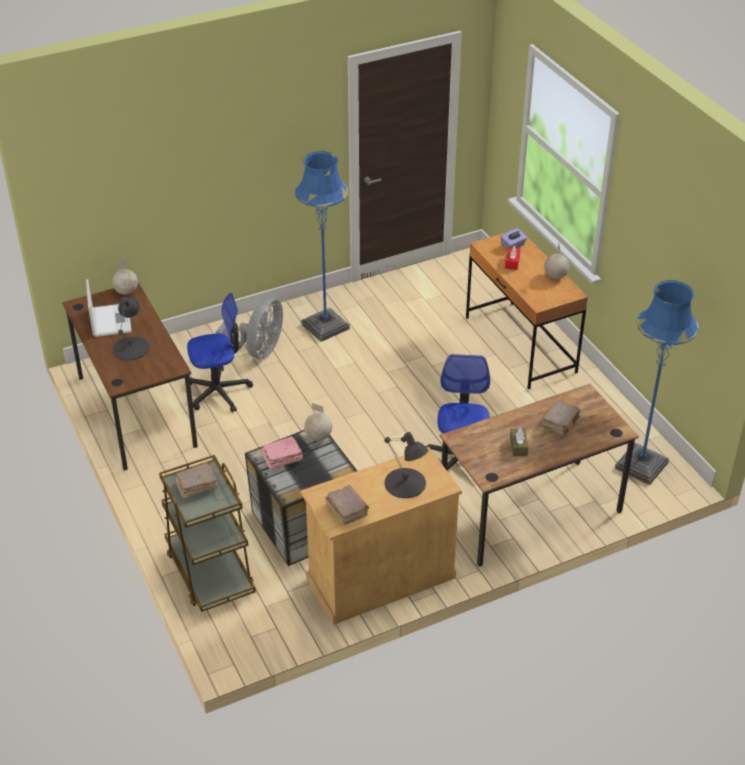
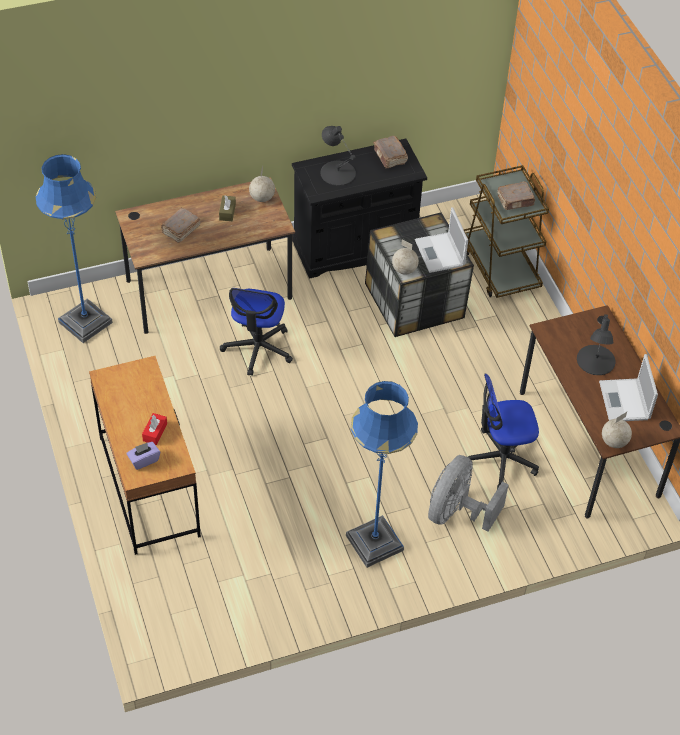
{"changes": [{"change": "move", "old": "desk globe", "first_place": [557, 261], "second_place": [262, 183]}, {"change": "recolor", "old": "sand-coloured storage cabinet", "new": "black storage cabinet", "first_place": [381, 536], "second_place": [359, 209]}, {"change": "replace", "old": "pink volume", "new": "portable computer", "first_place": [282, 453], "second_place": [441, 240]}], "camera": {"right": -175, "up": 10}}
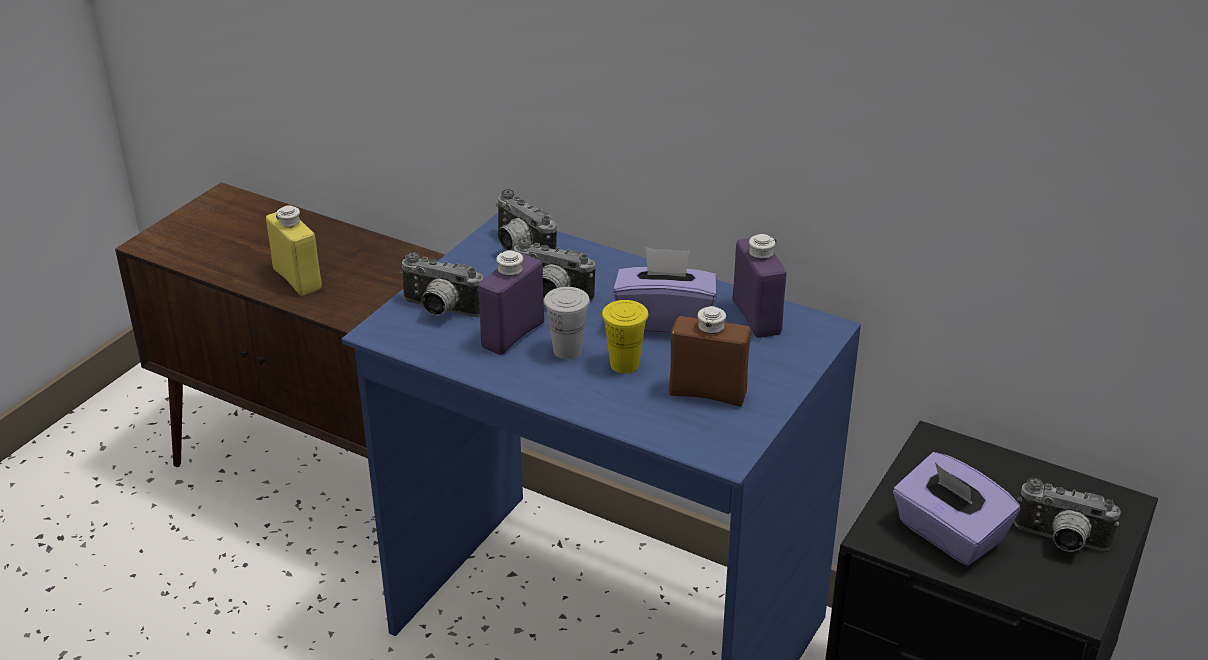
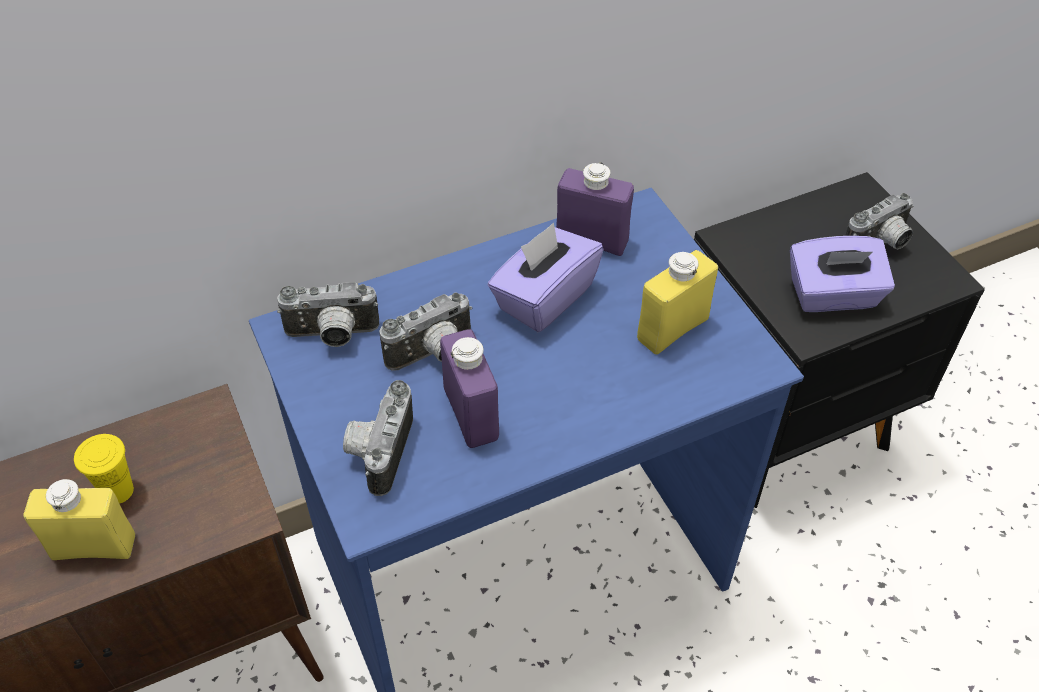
{"changes": [{"change": "move", "old": "yellow small cup", "first_place": [625, 336], "second_place": [104, 469]}, {"change": "rotate", "old": "still camera", "first_place": [441, 284], "second_place": [378, 438], "degrees": 135}, {"change": "recolor", "old": "brownish bottle", "new": "yellow bottle", "first_place": [710, 356], "second_place": [677, 302]}, {"change": "delete", "old": "white small cup", "first_place": [567, 323]}], "camera": {"right": -55, "up": 15}}
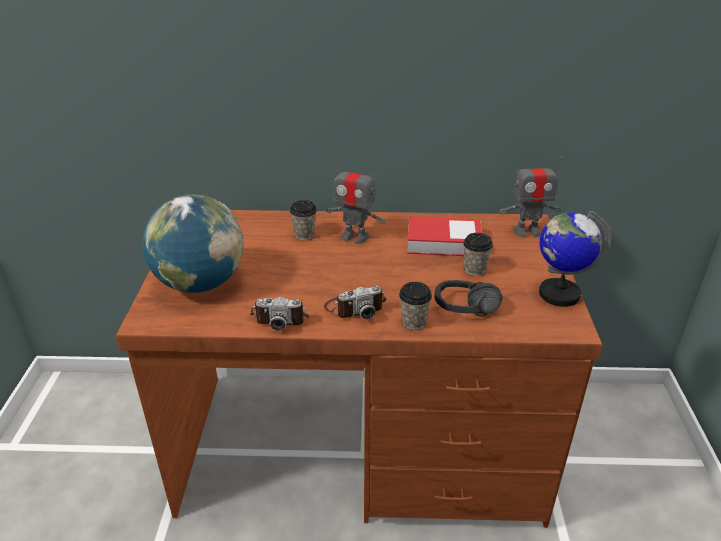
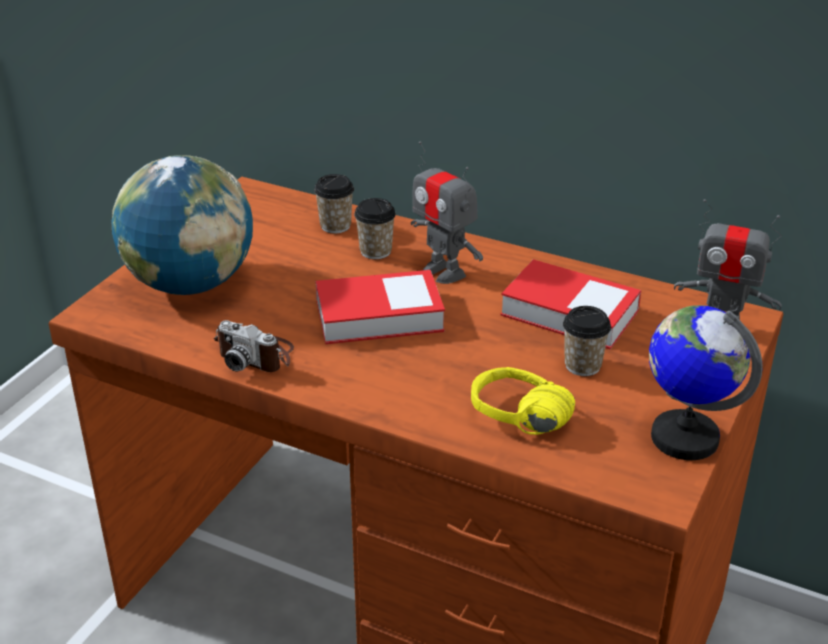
{"changes": [{"change": "move", "old": "small cup", "first_place": [415, 306], "second_place": [334, 204]}, {"change": "insert", "new": "volume", "second_place": [380, 307]}, {"change": "recolor", "old": "black headphones", "new": "yellow headphones", "first_place": [468, 298], "second_place": [523, 401]}, {"change": "delete", "old": "still camera", "first_place": [355, 302]}], "camera": {"right": 25, "up": 0}}
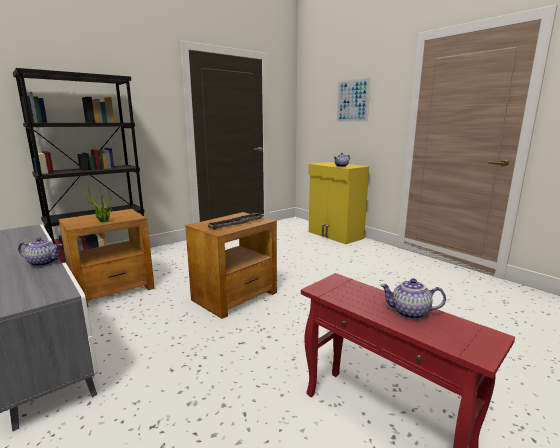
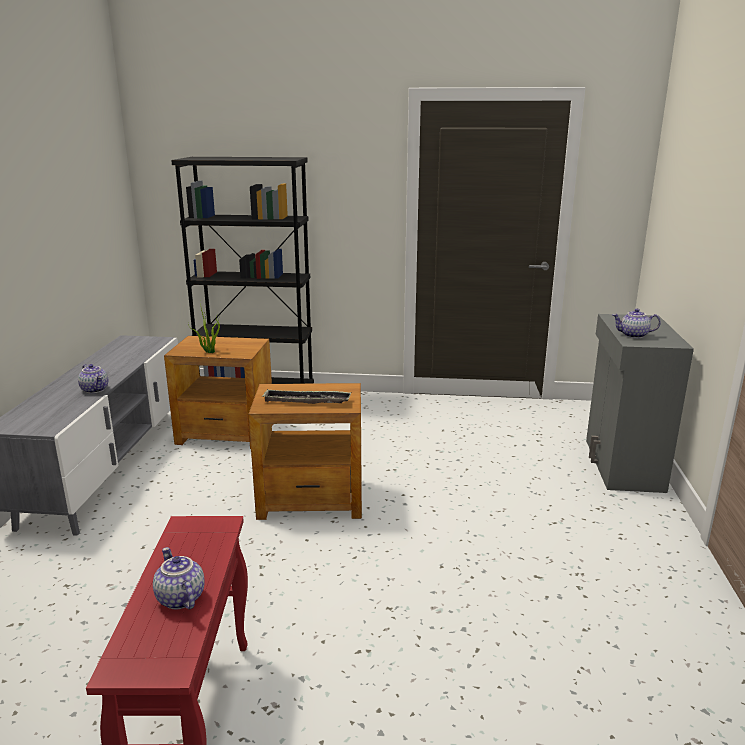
{"changes": [{"change": "recolor", "old": "yellow storage cabinet", "new": "greyish storage cabinet", "first_place": [338, 203], "second_place": [640, 403]}, {"change": "delete", "old": "wall art", "first_place": [353, 100]}], "camera": {"right": 45, "up": 5}}
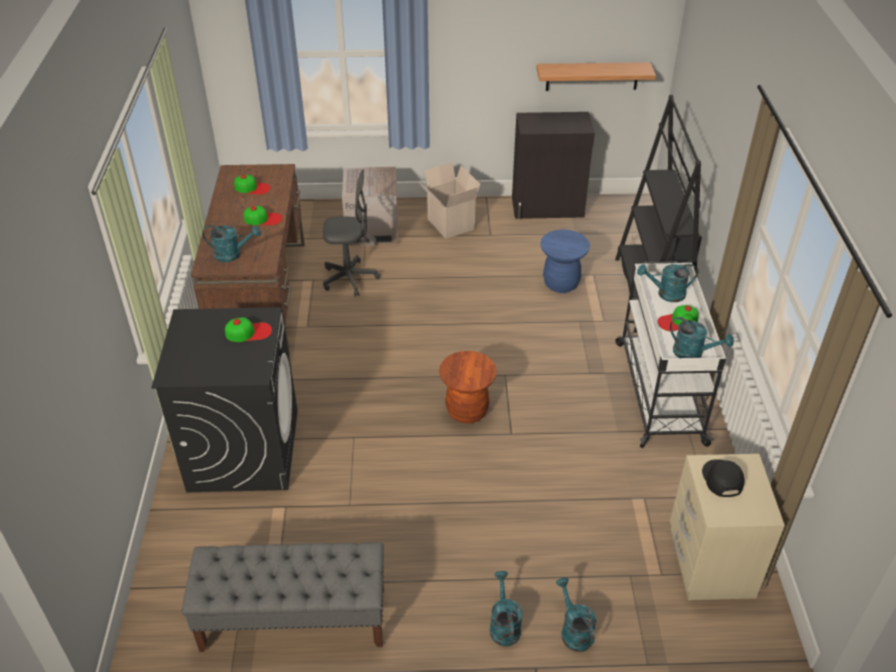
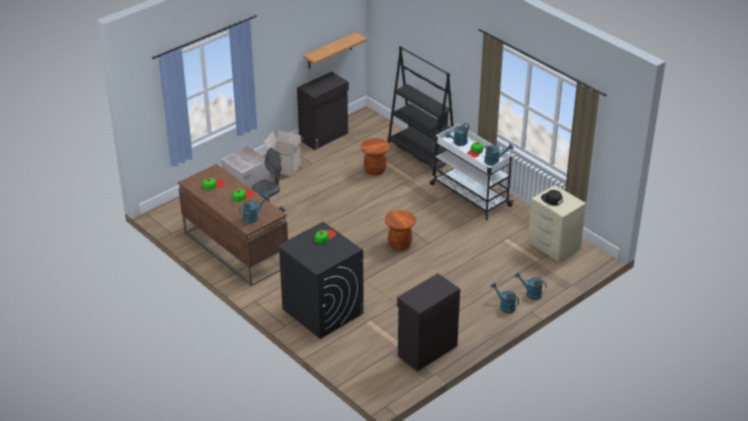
{"changes": [{"change": "recolor", "old": "blue-coloured stool", "new": "brownish stool", "first_place": [565, 261], "second_place": [375, 157]}, {"change": "replace", "old": "greyish indoor bench", "new": "black storage cabinet", "first_place": [282, 597], "second_place": [428, 322]}], "camera": {"right": -40, "up": -5}}
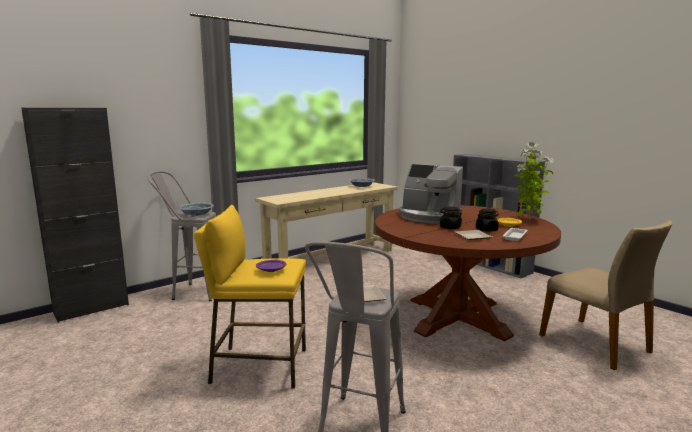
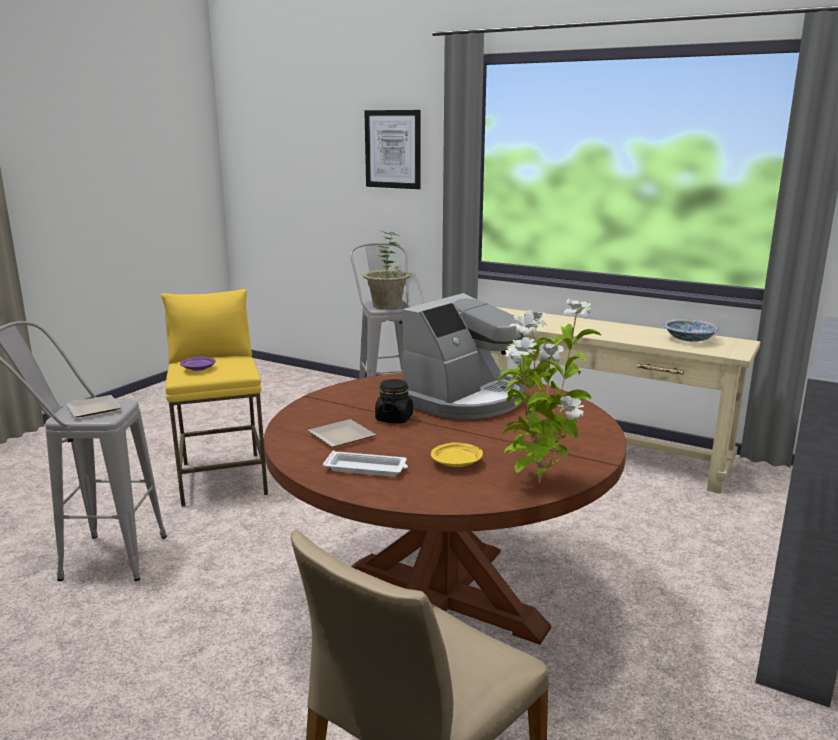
{"changes": [{"change": "replace", "old": "bowl", "new": "houseplant", "first_place": [196, 209], "second_place": [386, 270]}, {"change": "insert", "new": "wall art", "second_place": [392, 149]}, {"change": "rotate", "old": "coffee machine", "first_place": [431, 194], "second_place": [463, 356], "degrees": -150}, {"change": "delete", "old": "black storage cabinet", "first_place": [75, 215]}, {"change": "delete", "old": "black jar", "first_place": [487, 220]}], "camera": {"right": 70, "up": 5}}
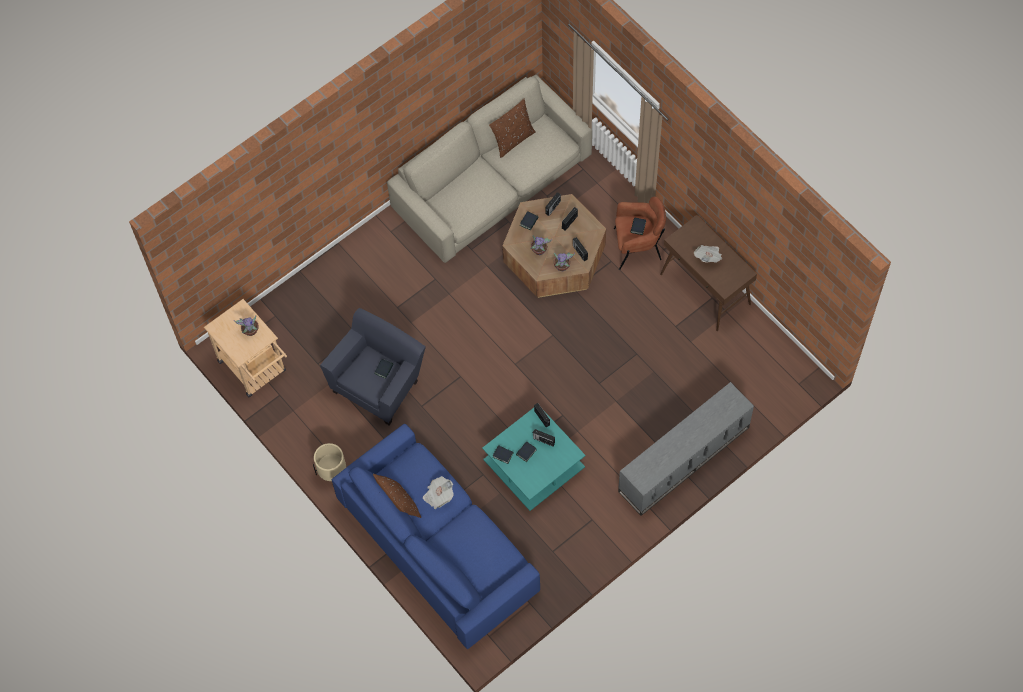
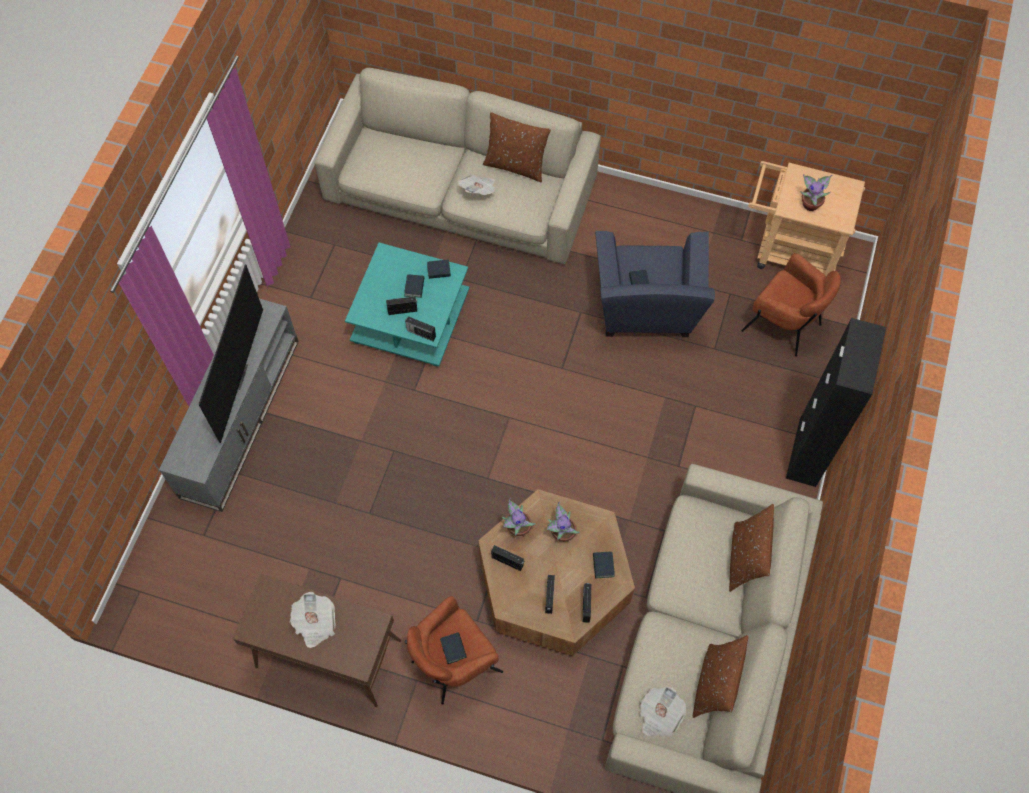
{"changes": [{"change": "insert", "new": "TV set", "second_place": [230, 353]}, {"change": "recolor", "old": "blue-coloured settee", "new": "sand-coloured settee", "first_place": [436, 536], "second_place": [457, 166]}, {"change": "insert", "new": "printed paper", "second_place": [663, 712]}, {"change": "insert", "new": "brownish pillow", "second_place": [751, 548]}, {"change": "insert", "new": "brownish armchair", "second_place": [791, 305]}, {"change": "insert", "new": "black storage cabinet", "second_place": [836, 402]}, {"change": "delete", "old": "sand-coloured plant pot", "first_place": [329, 462]}], "camera": {"right": 145, "up": 0}}
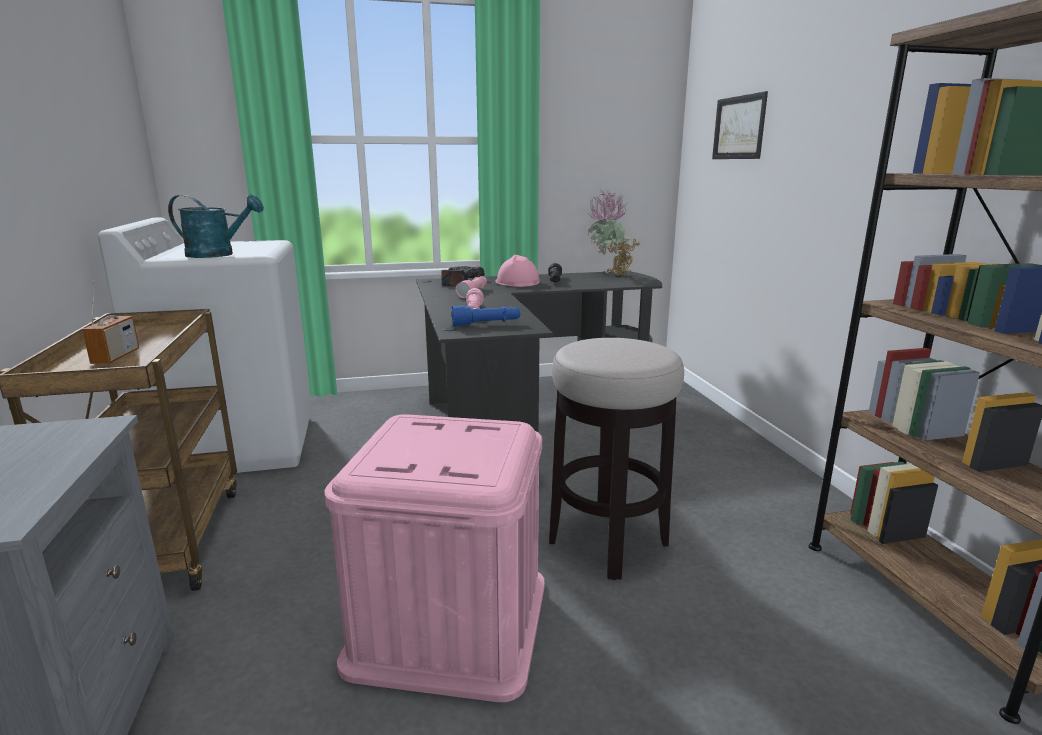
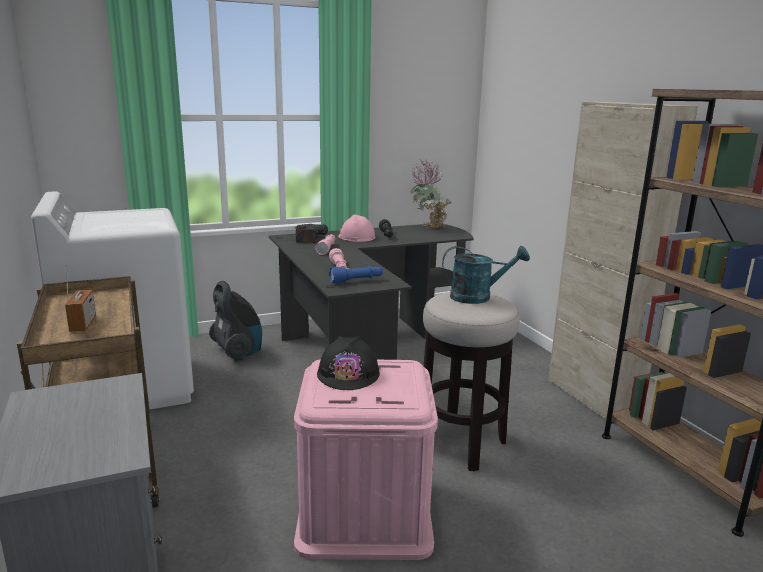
{"changes": [{"change": "insert", "new": "vacuum cleaner", "second_place": [235, 321]}, {"change": "insert", "new": "black work helmet", "second_place": [348, 363]}, {"change": "move", "old": "turquoise-coloured watering can", "first_place": [216, 226], "second_place": [486, 275]}, {"change": "insert", "new": "sand-coloured storage cabinet", "second_place": [623, 261]}, {"change": "delete", "old": "wall art", "first_place": [740, 125]}], "camera": {"right": -10, "up": 0}}
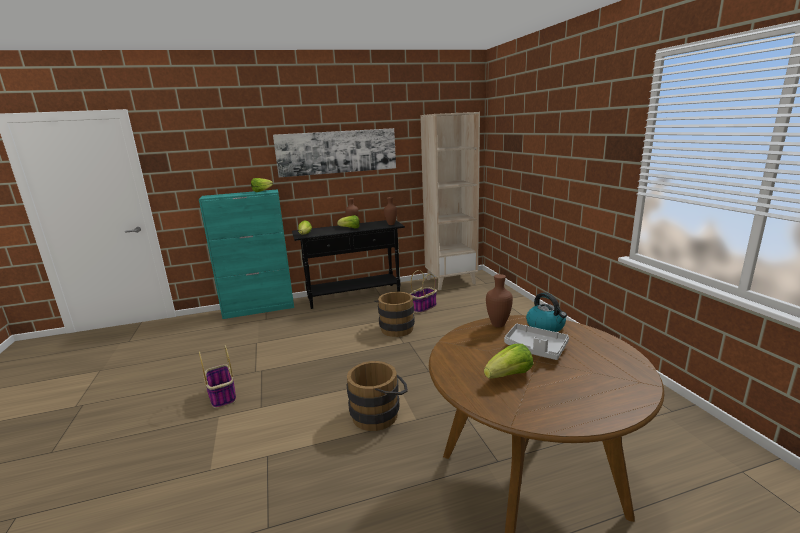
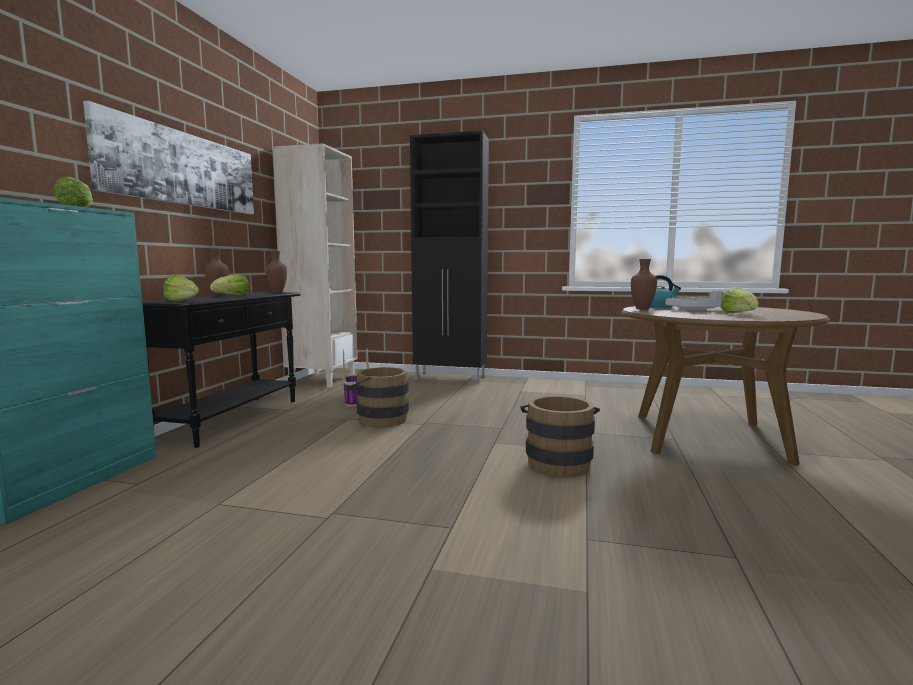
{"changes": [{"change": "insert", "new": "black storage cabinet", "second_place": [449, 257]}, {"change": "delete", "old": "basket", "first_place": [217, 376]}], "camera": {"right": -60, "up": -10}}
